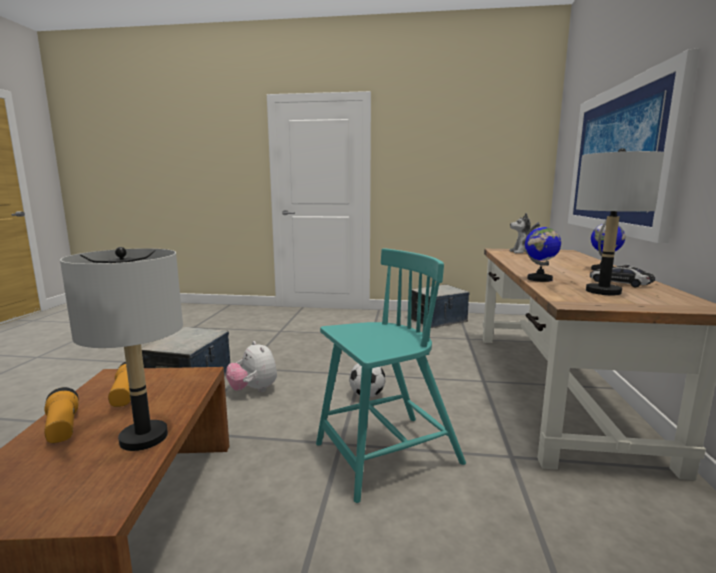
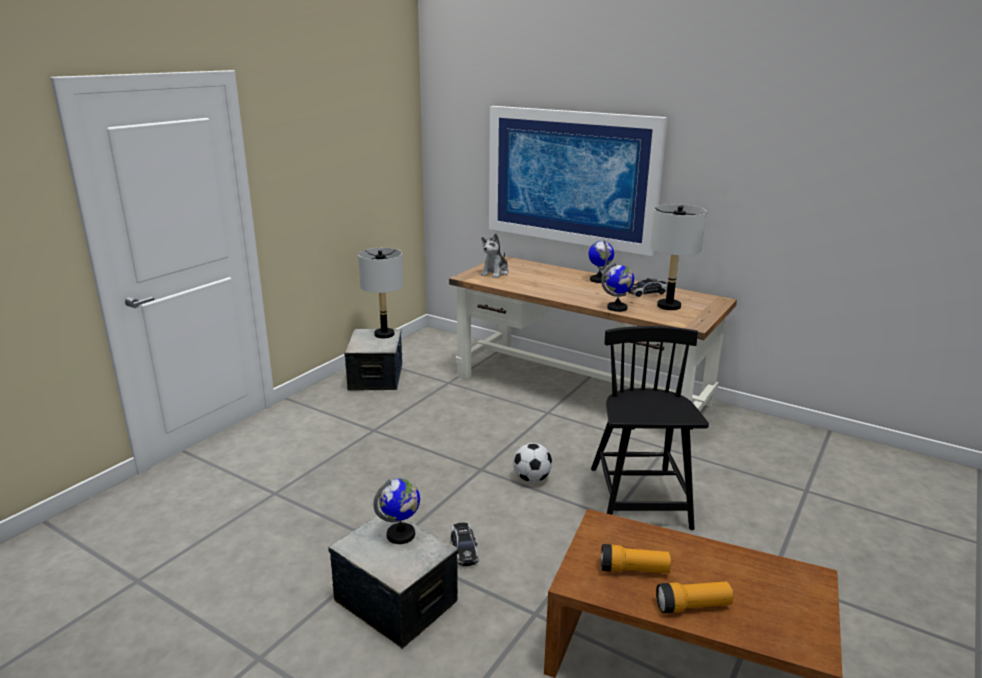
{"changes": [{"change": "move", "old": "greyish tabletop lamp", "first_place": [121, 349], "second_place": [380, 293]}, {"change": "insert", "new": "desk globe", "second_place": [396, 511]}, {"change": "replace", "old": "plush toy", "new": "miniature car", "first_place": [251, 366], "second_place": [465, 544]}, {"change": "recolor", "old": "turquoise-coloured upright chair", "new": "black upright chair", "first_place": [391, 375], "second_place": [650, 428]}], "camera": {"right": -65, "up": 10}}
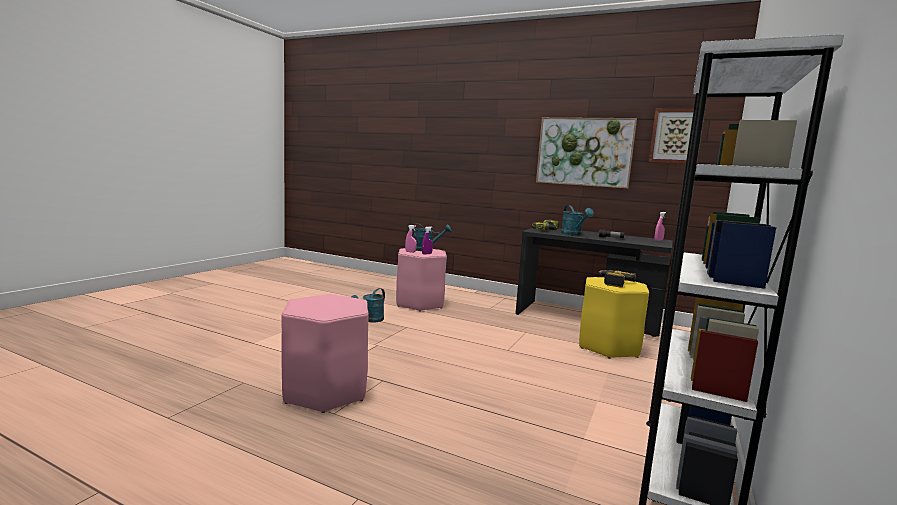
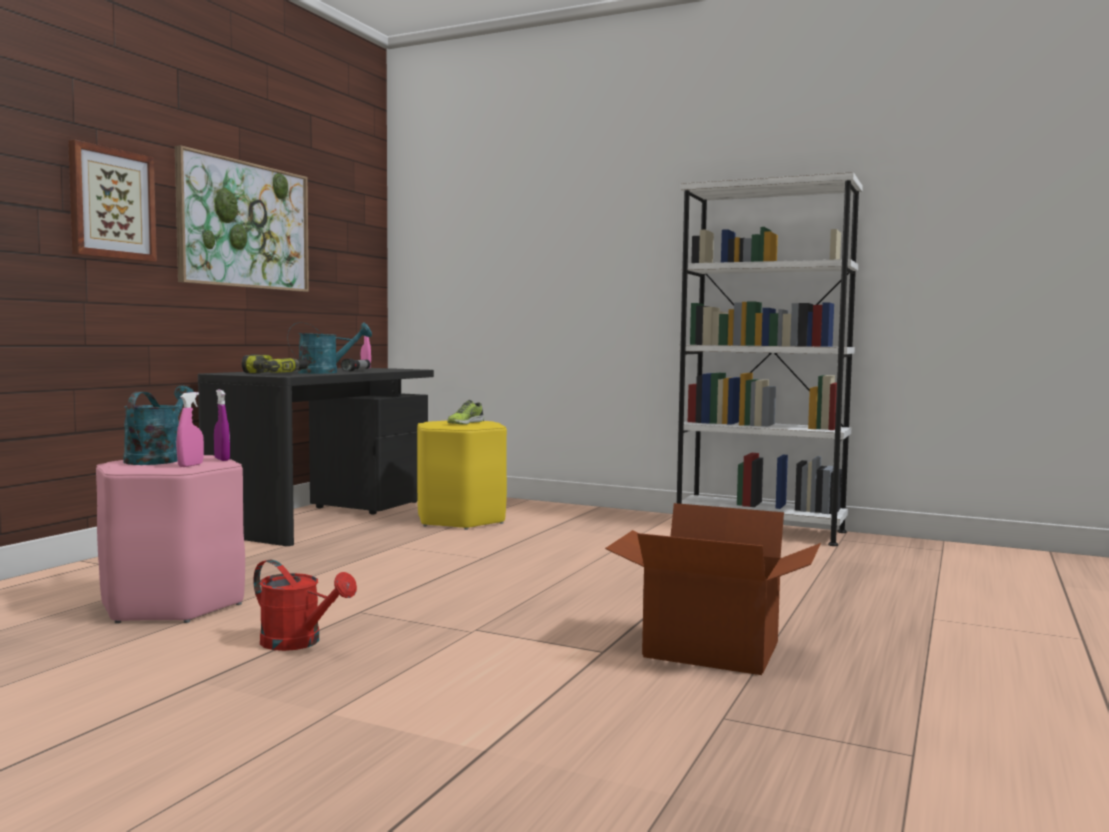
{"changes": [{"change": "move", "old": "wall art", "first_place": [677, 136], "second_place": [112, 200]}, {"change": "recolor", "old": "turquoise-coloured watering can", "new": "reddish watering can", "first_place": [368, 305], "second_place": [305, 605]}, {"change": "replace", "old": "power drill", "new": "item of footwear", "first_place": [617, 279], "second_place": [465, 412]}, {"change": "replace", "old": "pink stool", "new": "packing box", "first_place": [325, 353], "second_place": [713, 589]}], "camera": {"right": -90, "up": -5}}
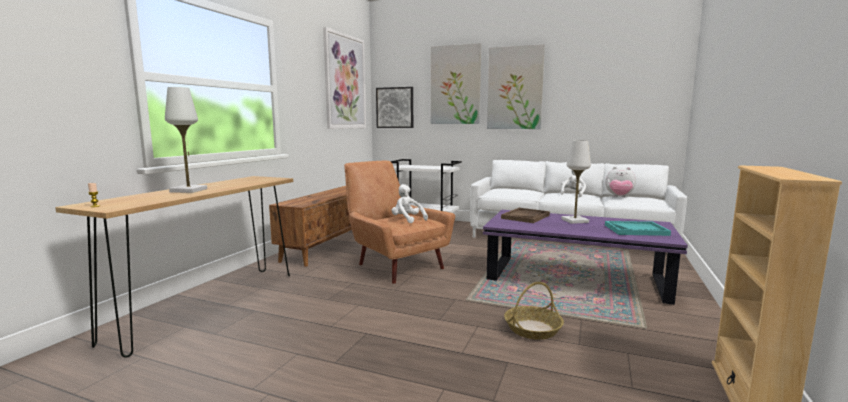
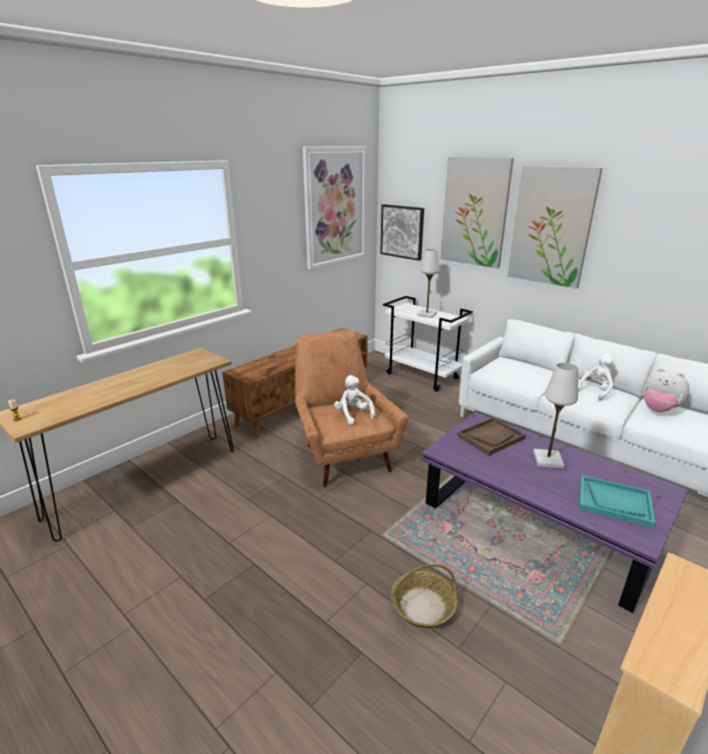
{"changes": [{"change": "move", "old": "white tabletop lamp", "first_place": [186, 140], "second_place": [428, 283]}], "camera": {"right": 20, "up": 15}}
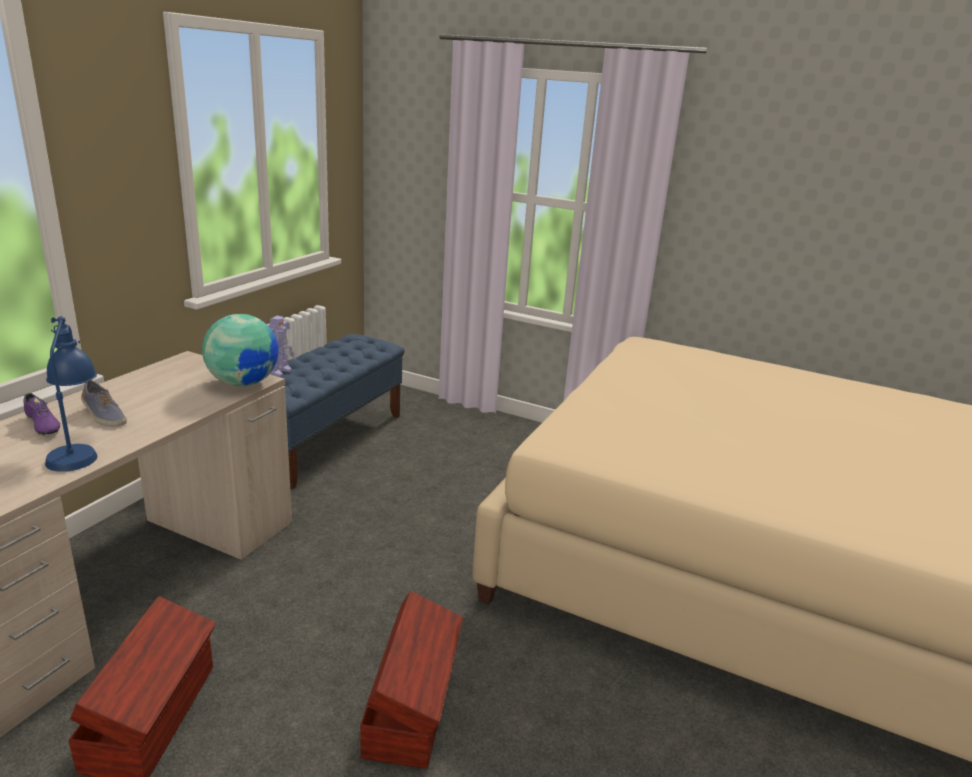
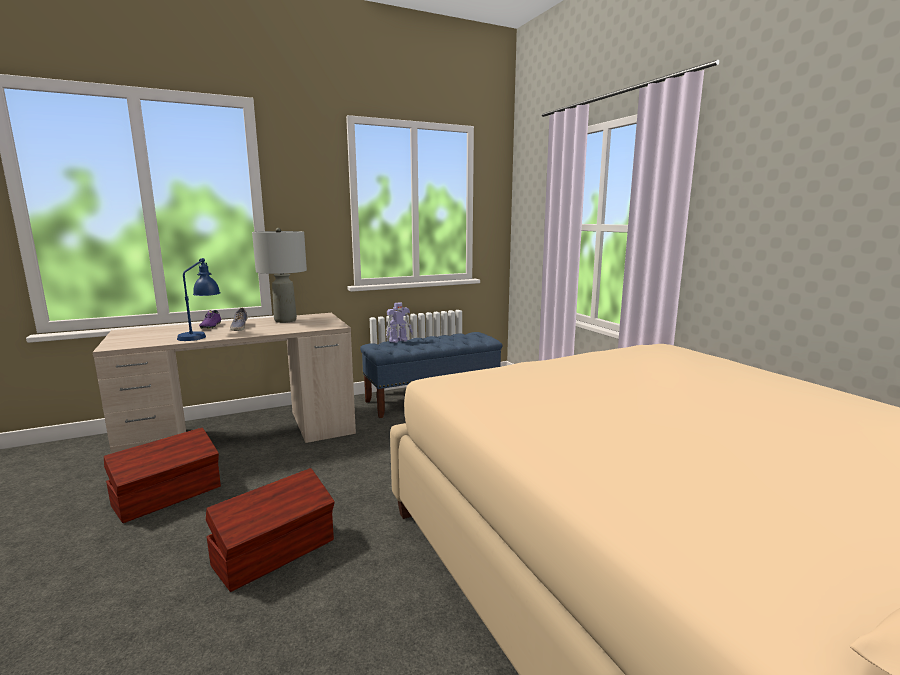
{"changes": [{"change": "insert", "new": "greyish tabletop lamp", "second_place": [279, 275]}, {"change": "delete", "old": "desk globe", "first_place": [240, 350]}], "camera": {"right": 40, "up": -10}}
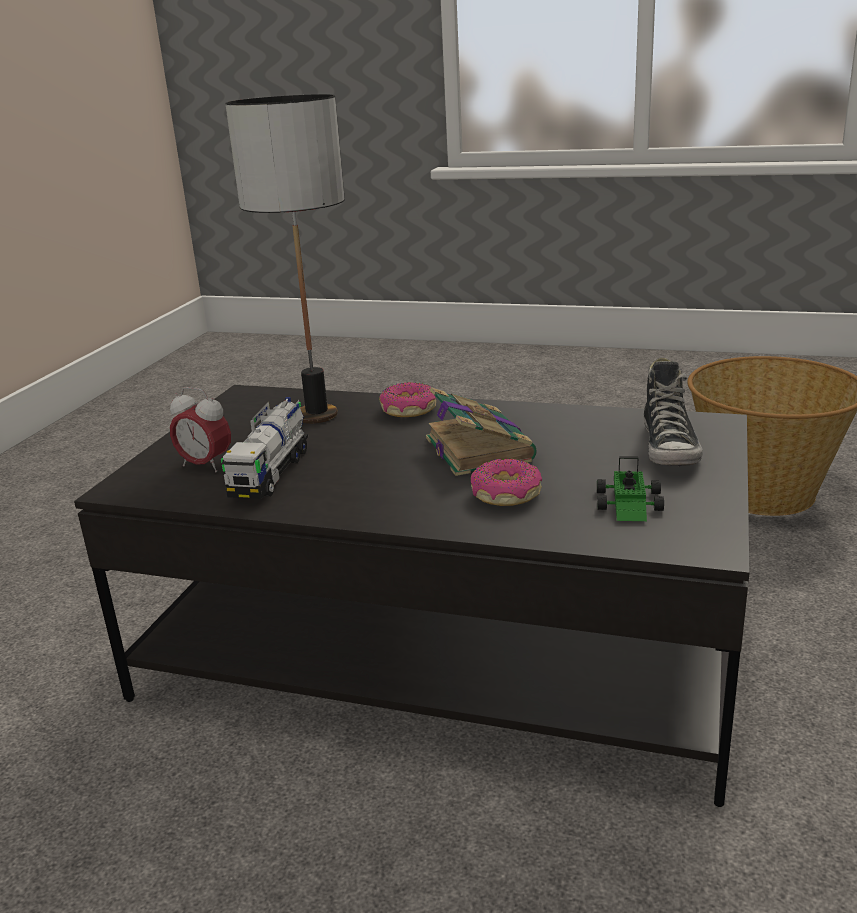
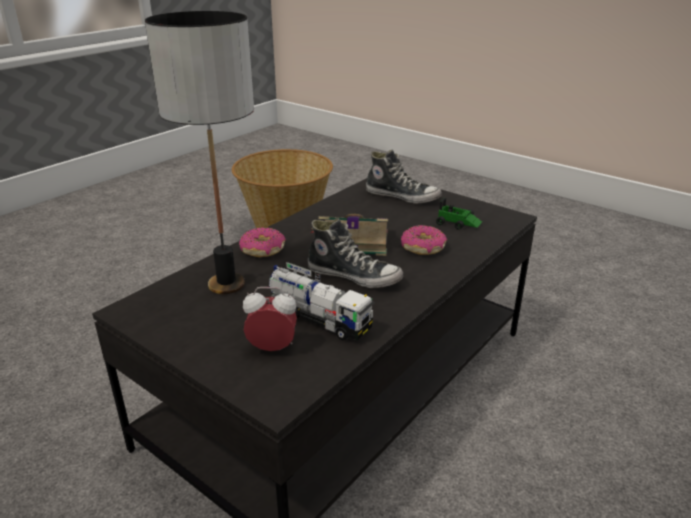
{"changes": [{"change": "rotate", "old": "bedside clock", "first_place": [200, 430], "second_place": [270, 319], "degrees": -135}, {"change": "insert", "new": "item of footwear", "second_place": [355, 253]}], "camera": {"right": -70, "up": 5}}
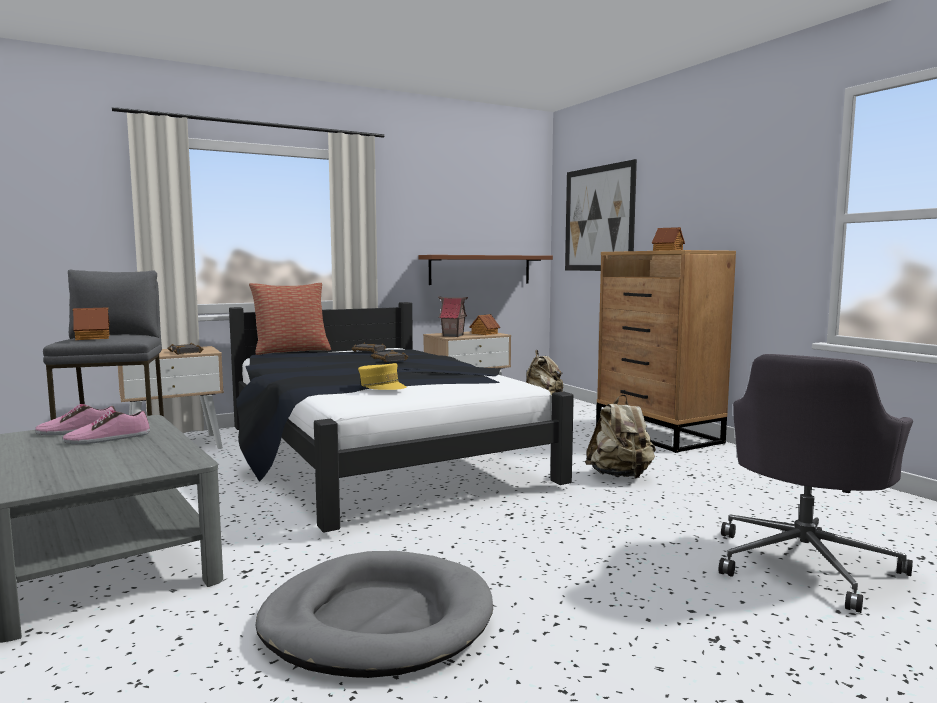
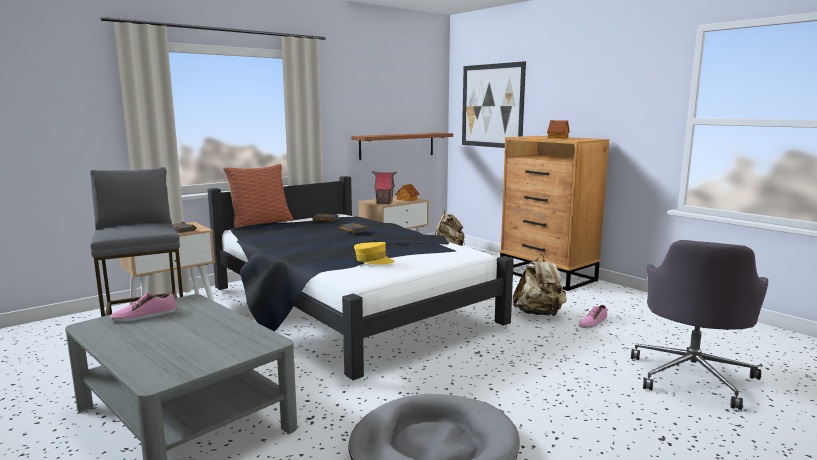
{"changes": [{"change": "move", "old": "item of footwear", "first_place": [106, 427], "second_place": [592, 316]}, {"change": "delete", "old": "toy house", "first_place": [91, 323]}], "camera": {"right": -10, "up": 5}}
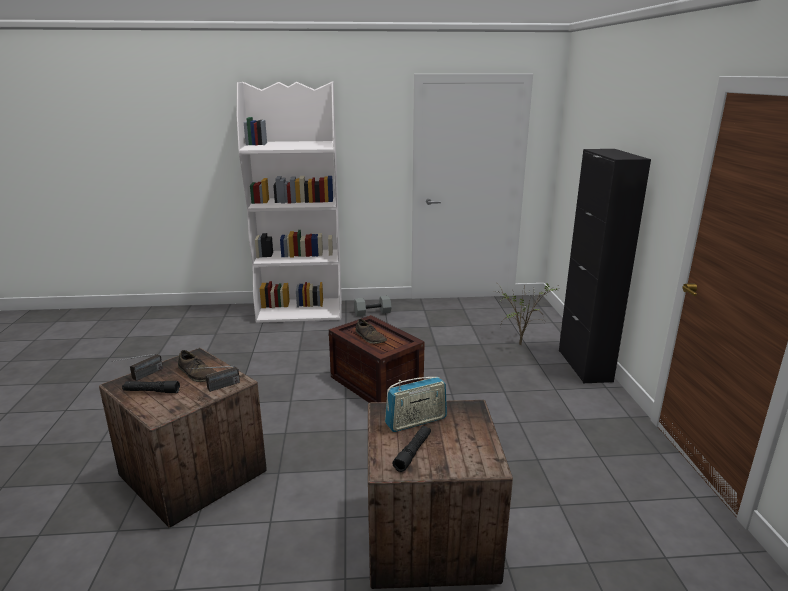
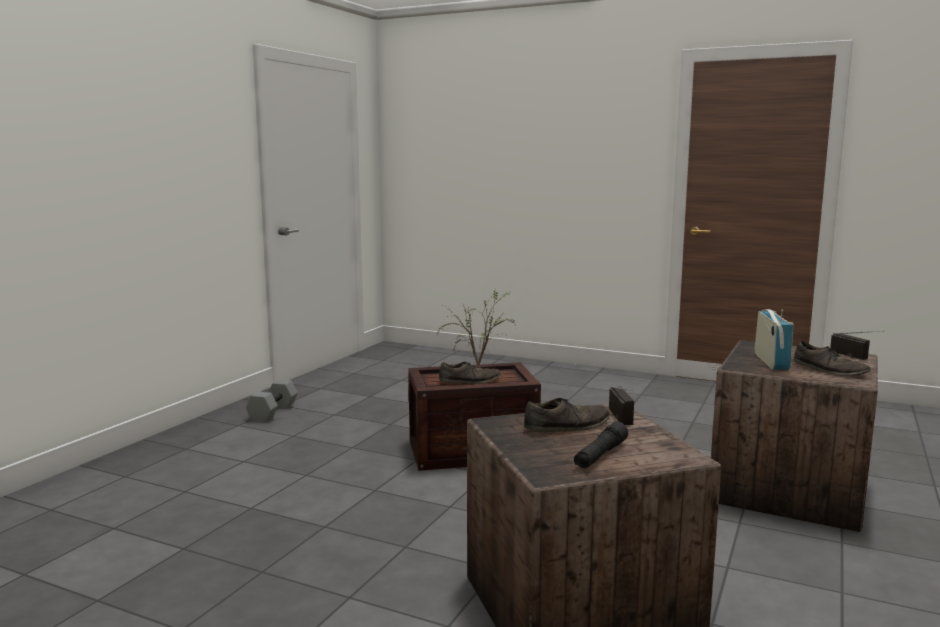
{"changes": [{"change": "replace", "old": "black flashlight", "new": "brownish item of footwear", "first_place": [411, 449], "second_place": [832, 358]}, {"change": "move", "old": "radio set", "first_place": [137, 367], "second_place": [857, 345]}, {"change": "delete", "old": "white bookcase", "first_place": [289, 202]}, {"change": "delete", "old": "black storage cabinet", "first_place": [605, 266]}], "camera": {"right": -60, "up": -10}}
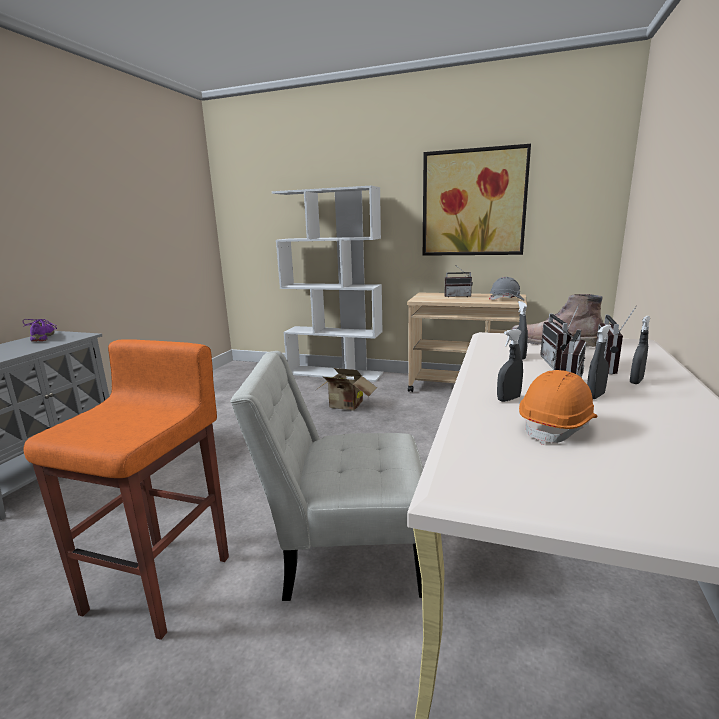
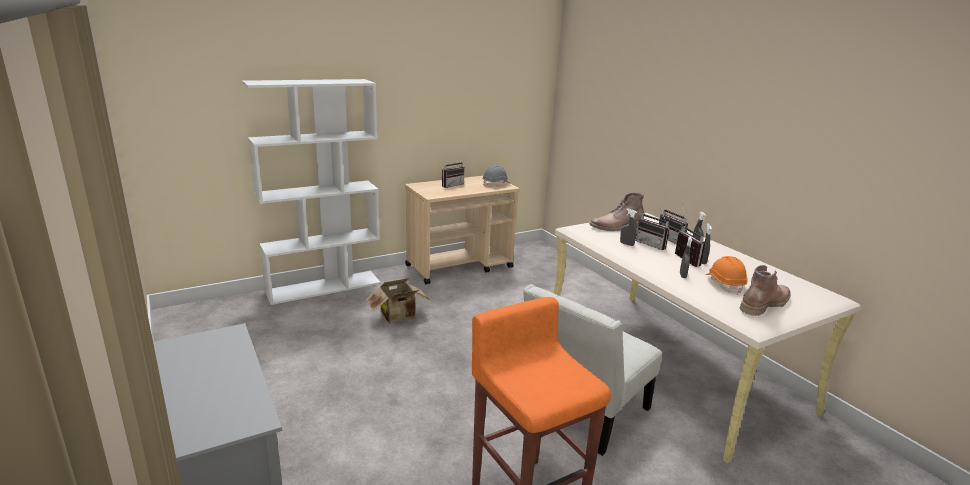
{"changes": [{"change": "insert", "new": "brownish boot", "second_place": [765, 290]}, {"change": "delete", "old": "purple-coloured item of footwear", "first_place": [40, 330]}, {"change": "delete", "old": "wall art", "first_place": [477, 200]}], "camera": {"right": -50, "up": 5}}
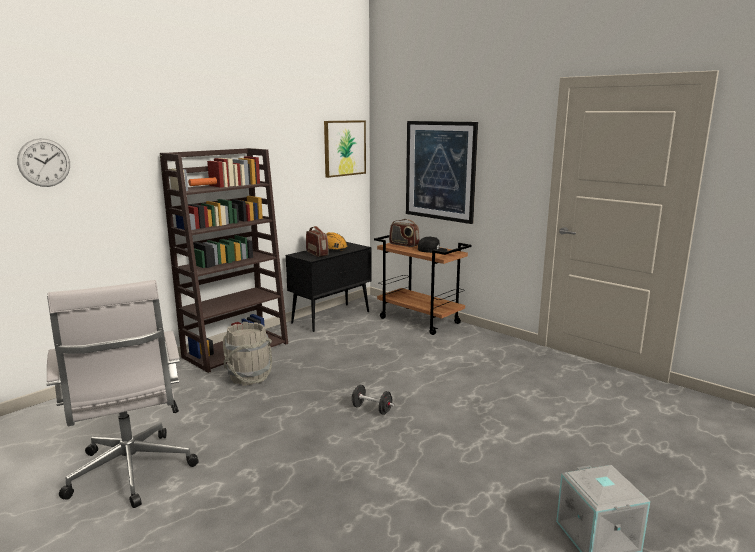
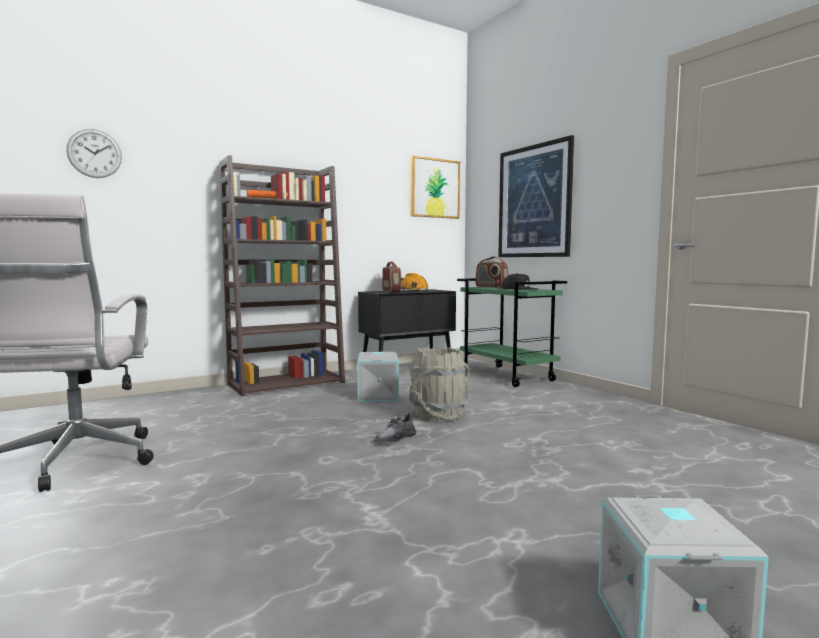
{"changes": [{"change": "insert", "new": "greyish storage box", "second_place": [378, 377]}, {"change": "replace", "old": "black dumbbell", "new": "greyish item of footwear", "first_place": [372, 400], "second_place": [395, 428]}, {"change": "move", "old": "greyish pail", "first_place": [247, 354], "second_place": [439, 384]}, {"change": "recolor", "old": "brownish wheeled cart", "new": "green-coloured wheeled cart", "first_place": [423, 285], "second_place": [512, 332]}], "camera": {"right": 15, "up": -10}}
